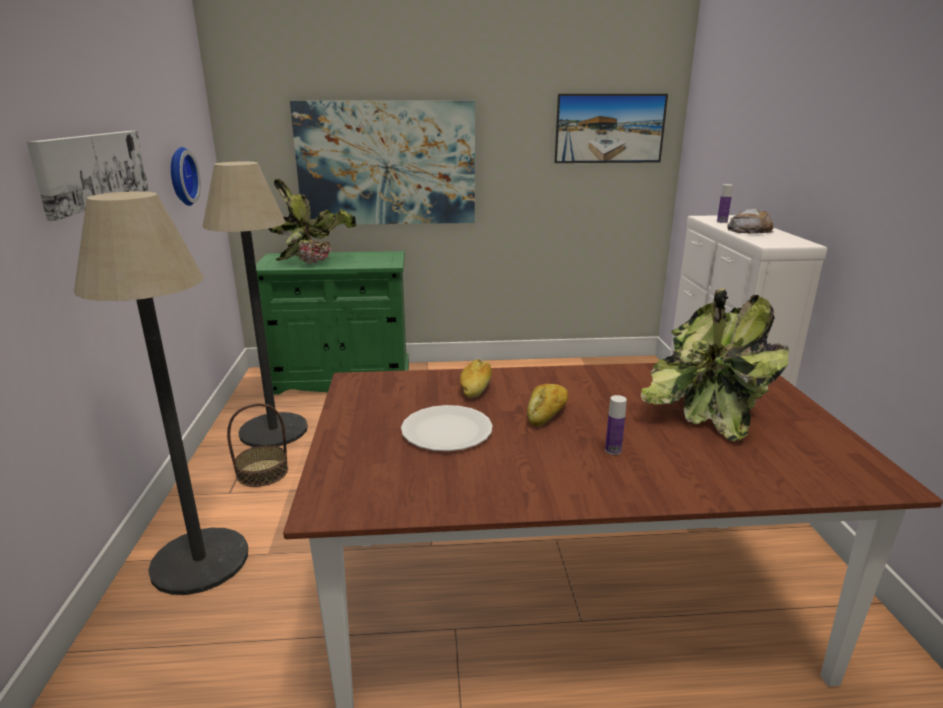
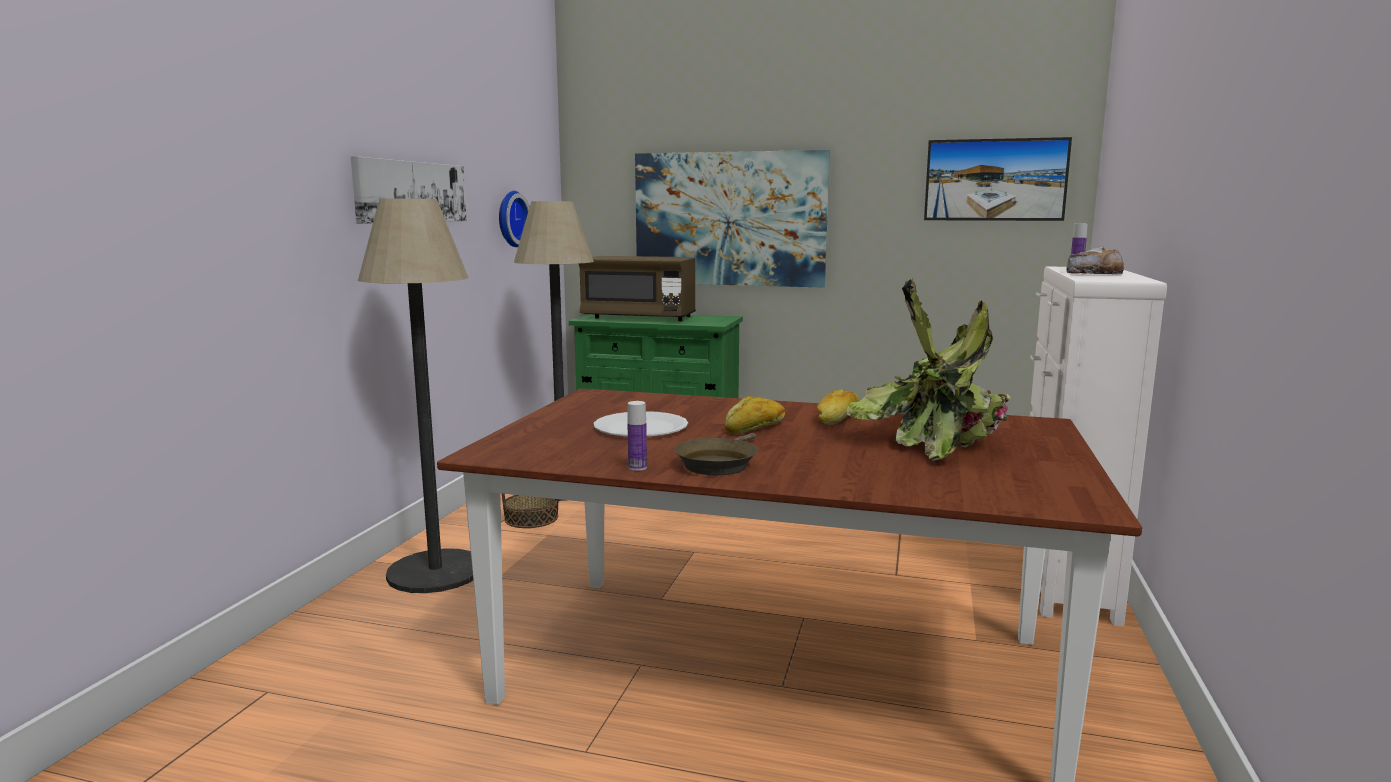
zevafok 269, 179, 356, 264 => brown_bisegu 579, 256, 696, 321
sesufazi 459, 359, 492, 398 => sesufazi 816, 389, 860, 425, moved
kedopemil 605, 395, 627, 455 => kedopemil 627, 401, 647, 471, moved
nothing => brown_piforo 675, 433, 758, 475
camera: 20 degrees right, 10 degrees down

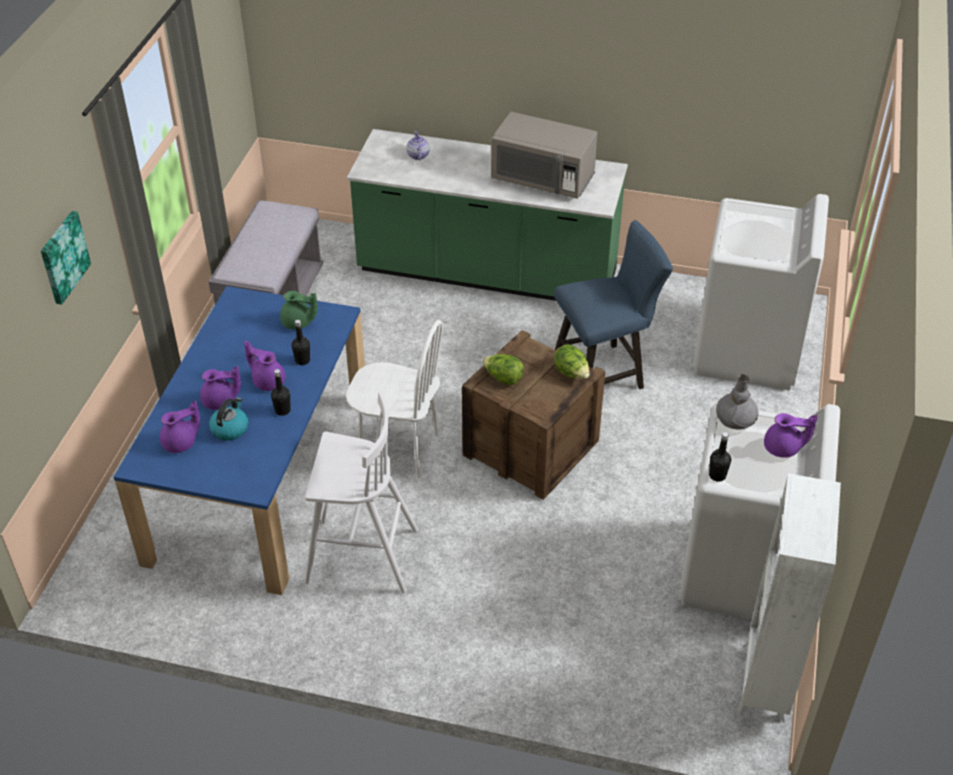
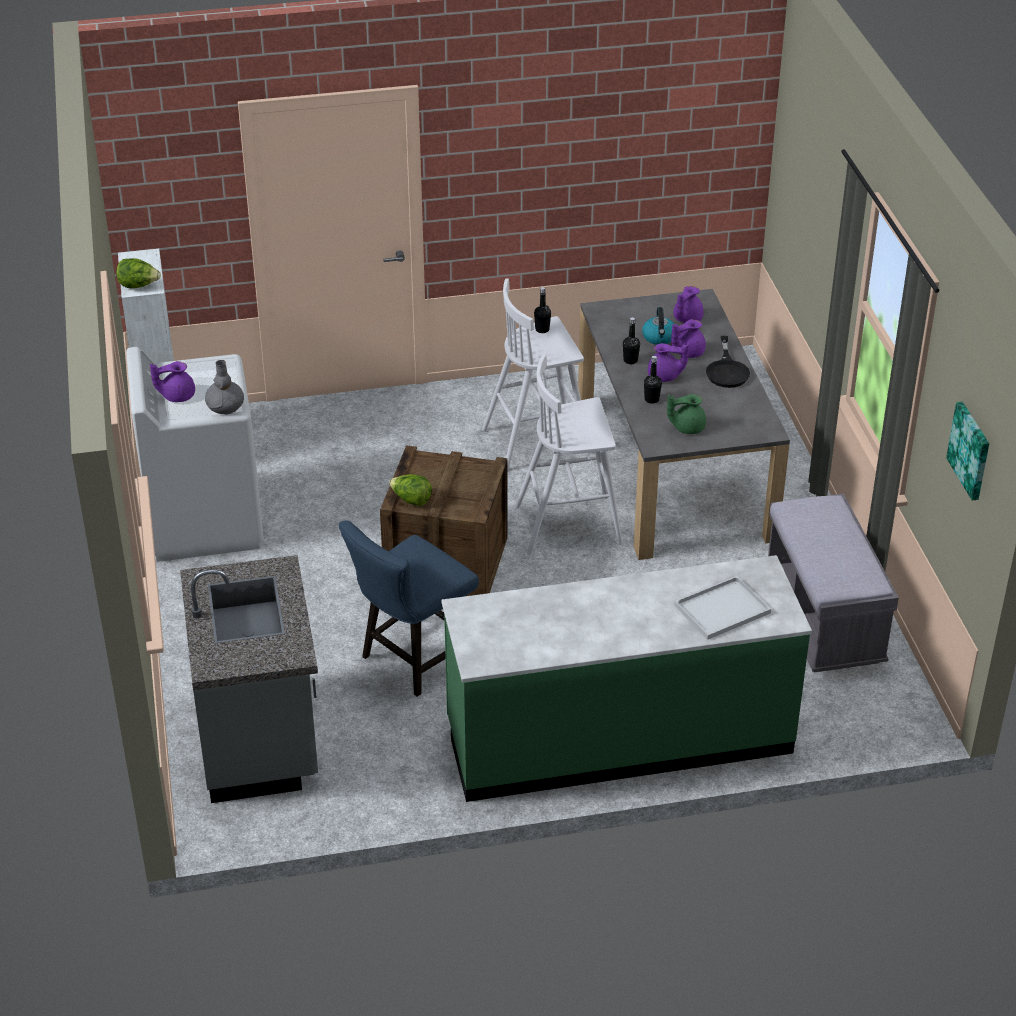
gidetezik 41, 211, 91, 305 => gidetezik 946, 402, 989, 501, moved
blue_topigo 114, 286, 365, 595 => grey_topigo 578, 289, 790, 560
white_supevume 346, 320, 443, 478 => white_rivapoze 515, 354, 623, 555
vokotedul 407, 131, 430, 160 => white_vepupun 674, 576, 771, 640
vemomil 483, 354, 524, 385 => vemomil 116, 258, 161, 288, moved
grey_bisegu 491, 112, 597, 199 => nothing
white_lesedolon 693, 194, 829, 390 => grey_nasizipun 180, 555, 318, 803
black_kedopemil 709, 432, 731, 482 => black_kedopemil 534, 287, 551, 333, moved
nothing => black_piforo 706, 336, 750, 388
camera: 155 degrees right, 5 degrees down

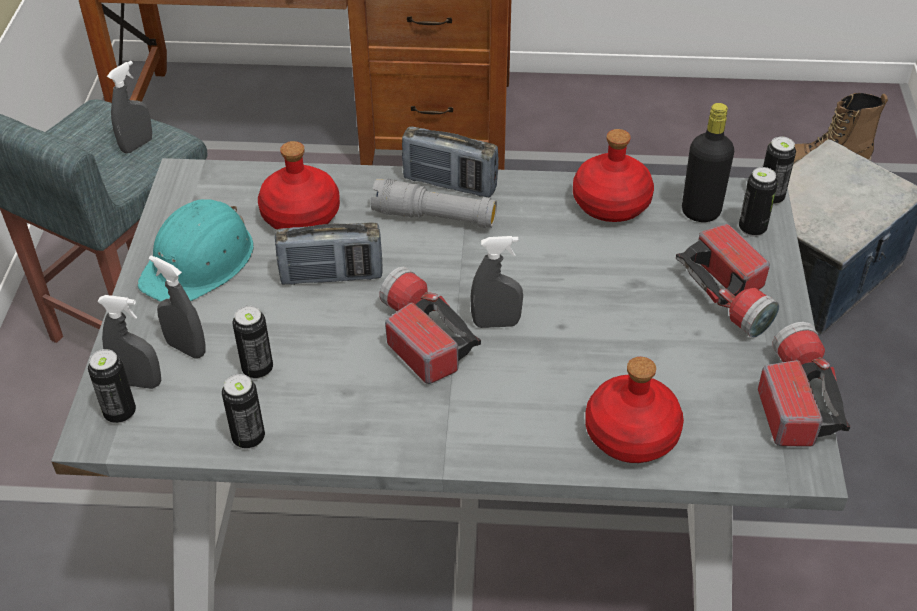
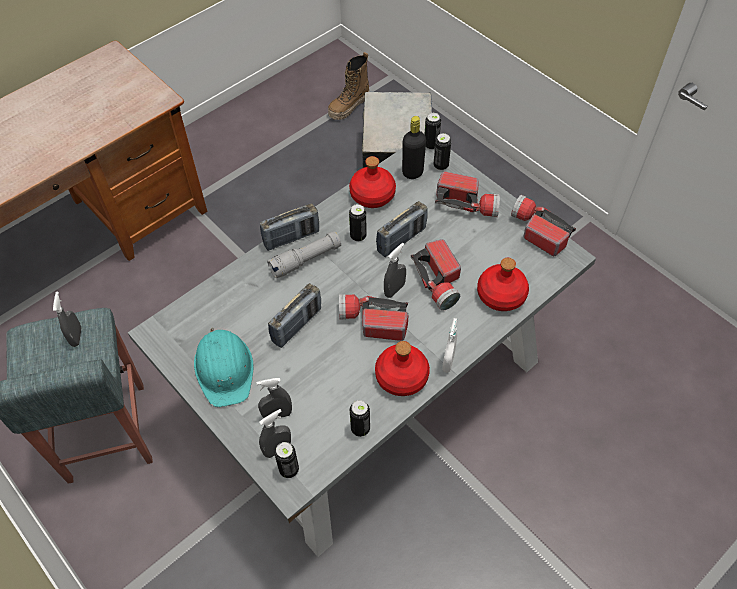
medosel 232, 306, 273, 379 => medosel 349, 204, 367, 242, moved
red_kedopemil 258, 141, 340, 230 => red_kedopemil 375, 341, 430, 396, moved
nothing => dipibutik 376, 201, 428, 257
nothing => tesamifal 411, 239, 461, 311
nothing => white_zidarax 442, 318, 457, 373
camera: 45 degrees left, 10 degrees up

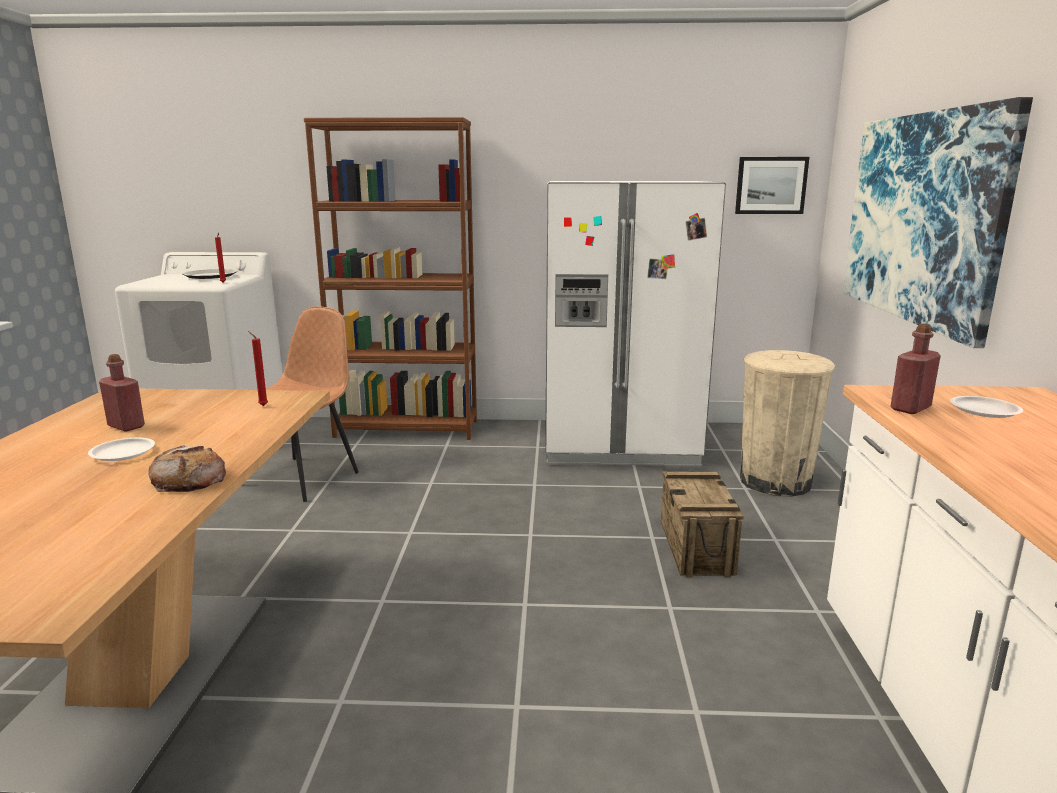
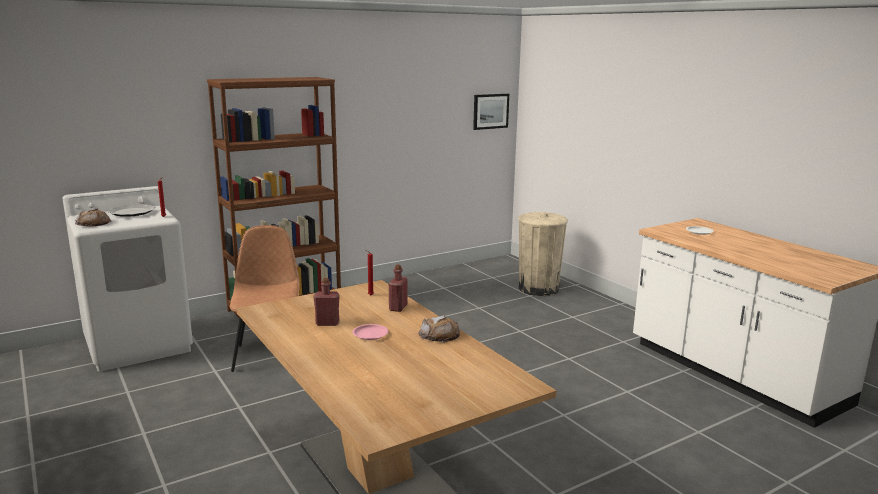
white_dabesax 88, 438, 155, 461 => pink_dabesax 352, 324, 388, 340
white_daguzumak 545, 181, 726, 466 => nothing
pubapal 661, 471, 744, 578 => nothing
gidetezik 842, 97, 1033, 348 => nothing
red_kedopemil 891, 324, 941, 414 => red_kedopemil 389, 265, 408, 312, moved
nothing => sesufazi 75, 209, 111, 227
camera: 35 degrees left, 0 degrees up

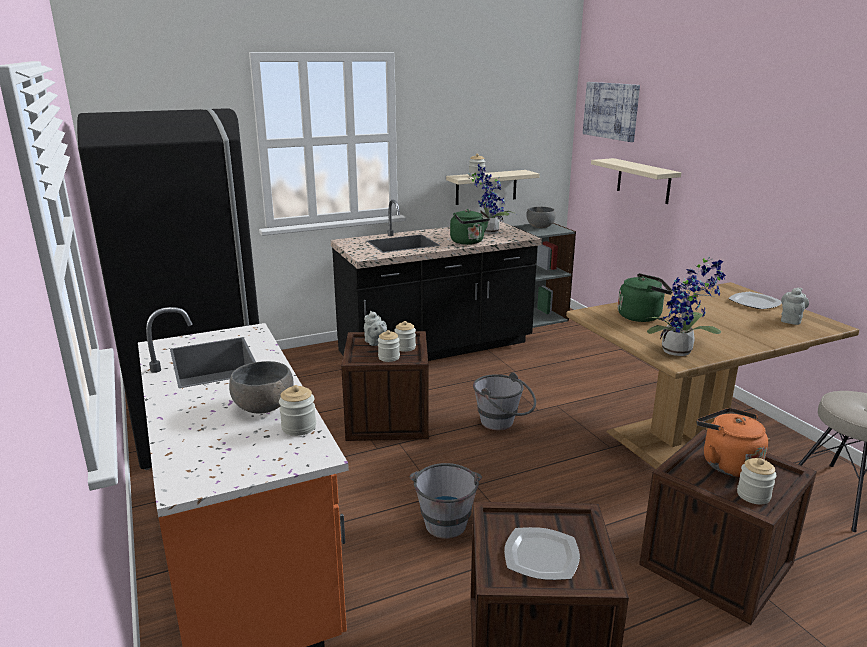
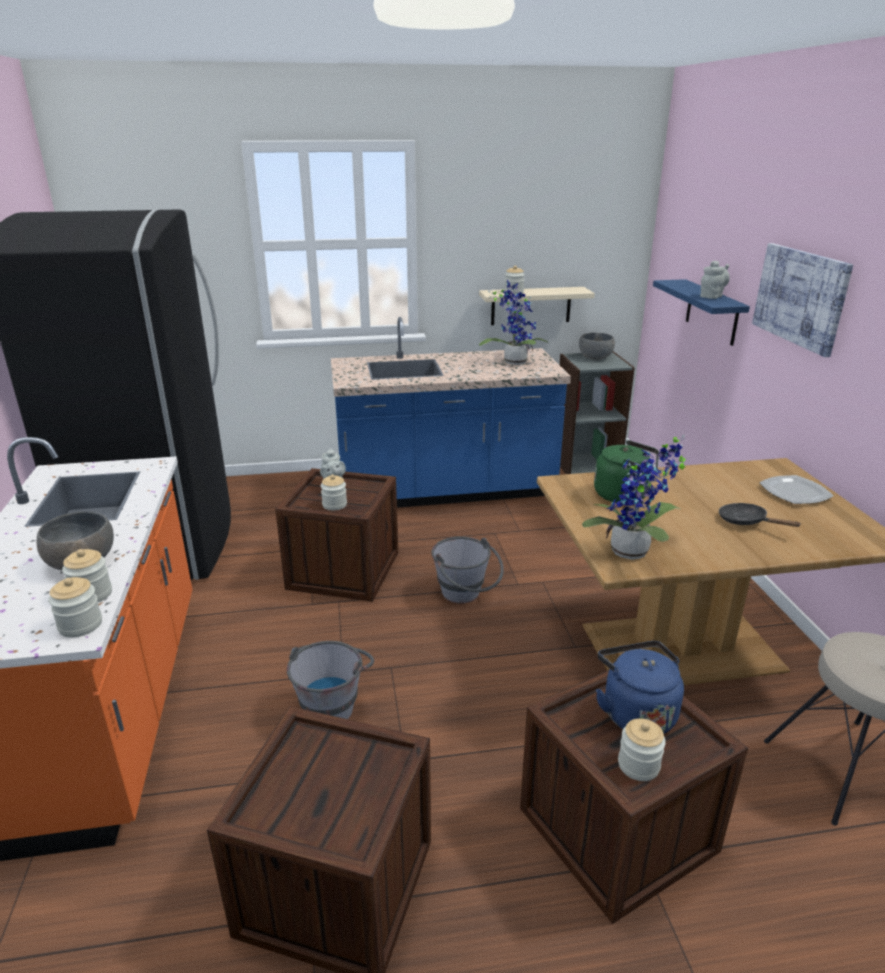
black_nasizipun 331, 200, 542, 361 => blue_nasizipun 331, 317, 571, 508
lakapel 394, 321, 416, 352 => lakapel 48, 577, 102, 637, moved
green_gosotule 450, 209, 490, 245 => nothing
dabesax 504, 527, 580, 580 => nothing
gidetezik 583, 82, 640, 142 => gidetezik 752, 243, 853, 357, moved
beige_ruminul 591, 158, 681, 204 => blue_ruminul 653, 279, 750, 346
orange_gosotule 697, 408, 768, 477 => blue_gosotule 596, 641, 684, 734
grey_vokotedul 781, 287, 809, 325 => grey_vokotedul 700, 260, 730, 299, moved
nothing => black_piforo 719, 503, 800, 527
camera: 15 degrees right, 5 degrees up

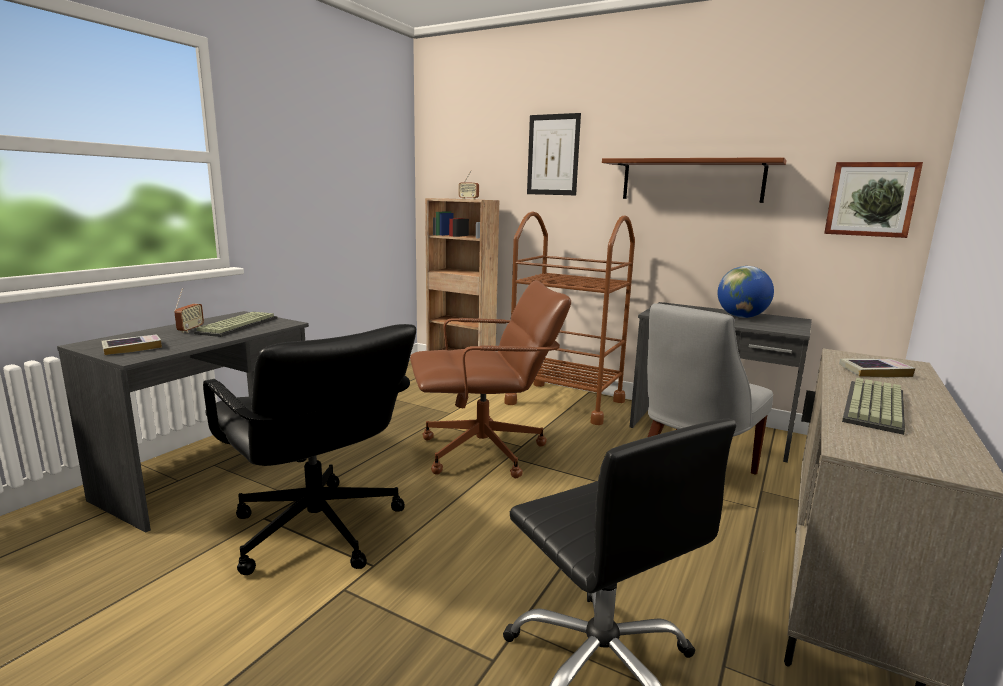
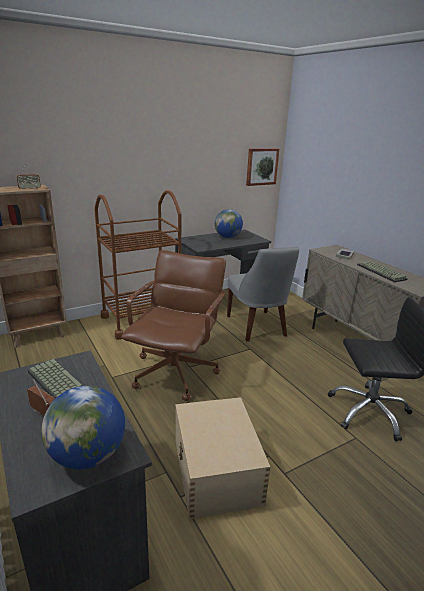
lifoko 101, 334, 162, 355 => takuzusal 41, 385, 125, 470
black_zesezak 203, 324, 416, 575 => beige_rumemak 175, 397, 271, 519
gidetezik 527, 113, 581, 195 => nothing
ruminul 602, 157, 787, 203 => nothing
camera: 60 degrees left, 10 degrees up

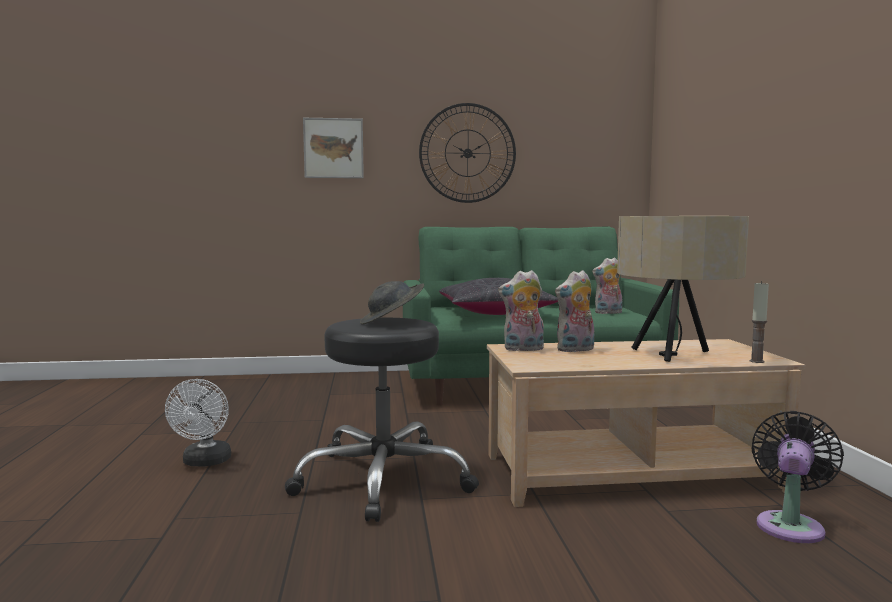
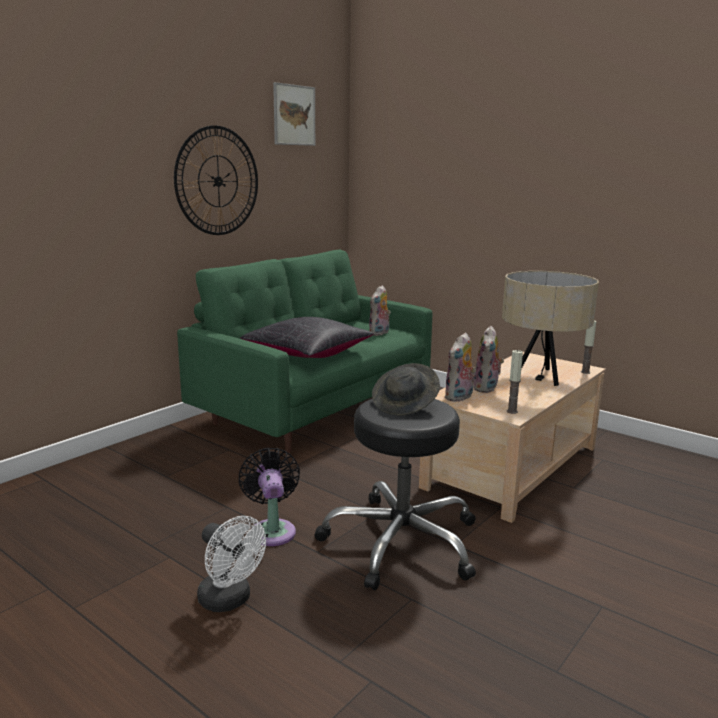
gidetezik 303, 118, 364, 178 => gidetezik 273, 82, 315, 146, moved
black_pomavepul 751, 411, 844, 543 => black_pomavepul 239, 447, 300, 546, moved
nothing => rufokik 507, 350, 523, 414
camera: 45 degrees left, 10 degrees up

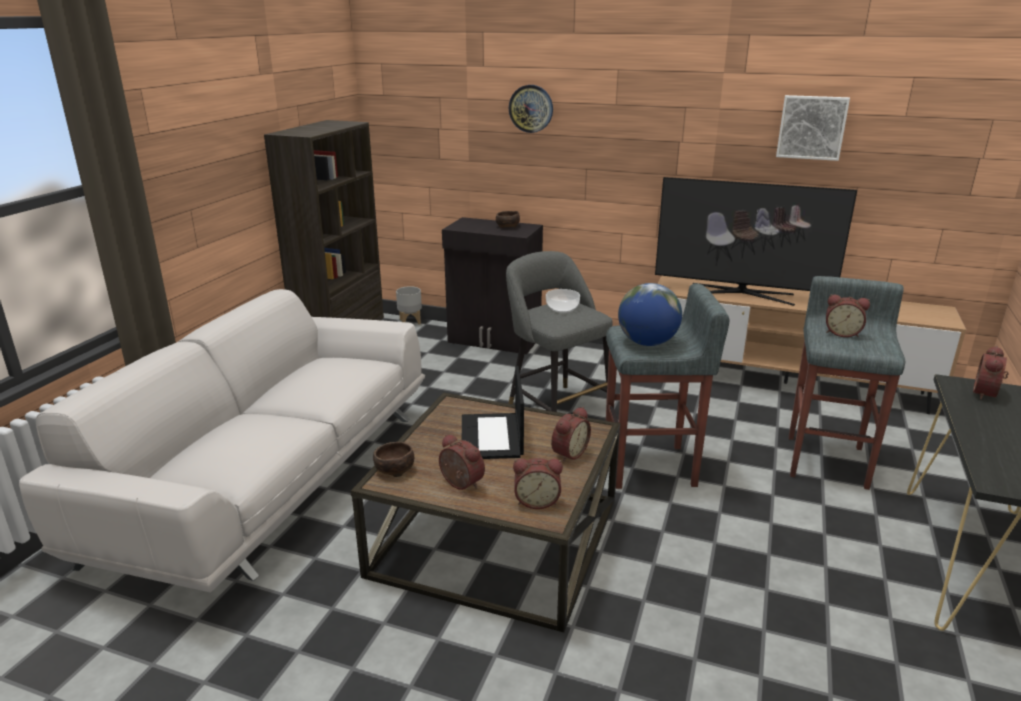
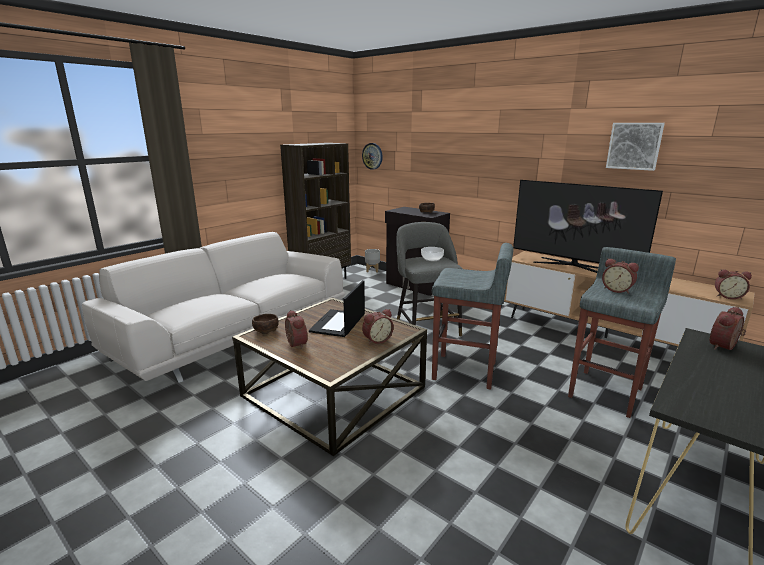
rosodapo 509, 85, 553, 133 => rosodapo 362, 143, 383, 170, moved
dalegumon 513, 458, 563, 509 => dalegumon 715, 269, 752, 299, moved
takuzusal 618, 283, 682, 346 => nothing
camera: 20 degrees right, 5 degrees down

